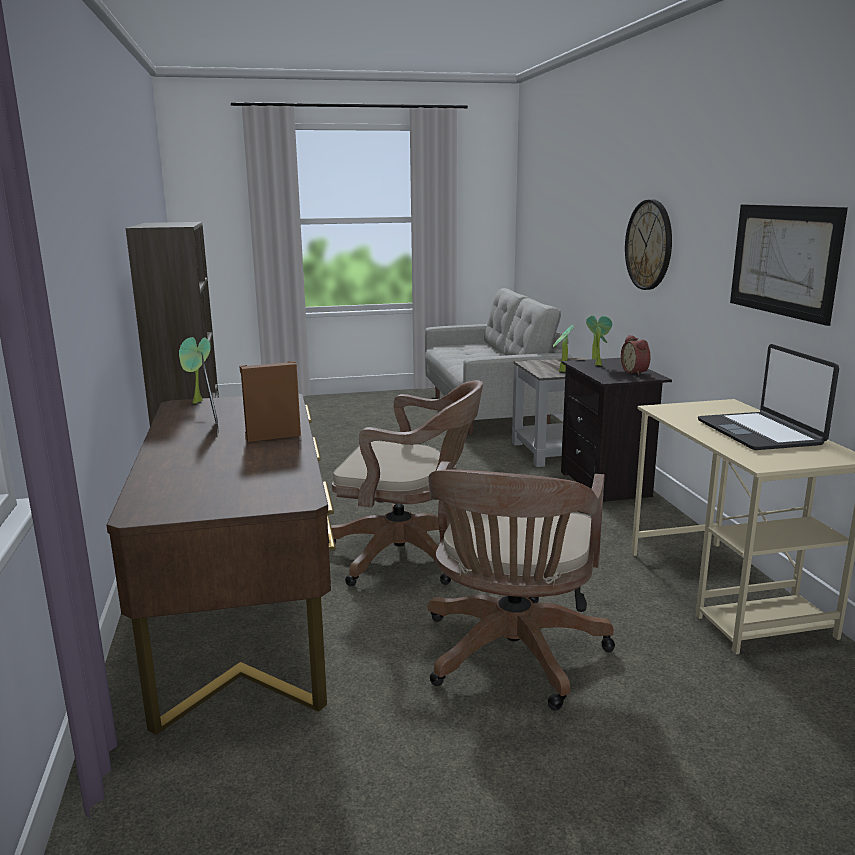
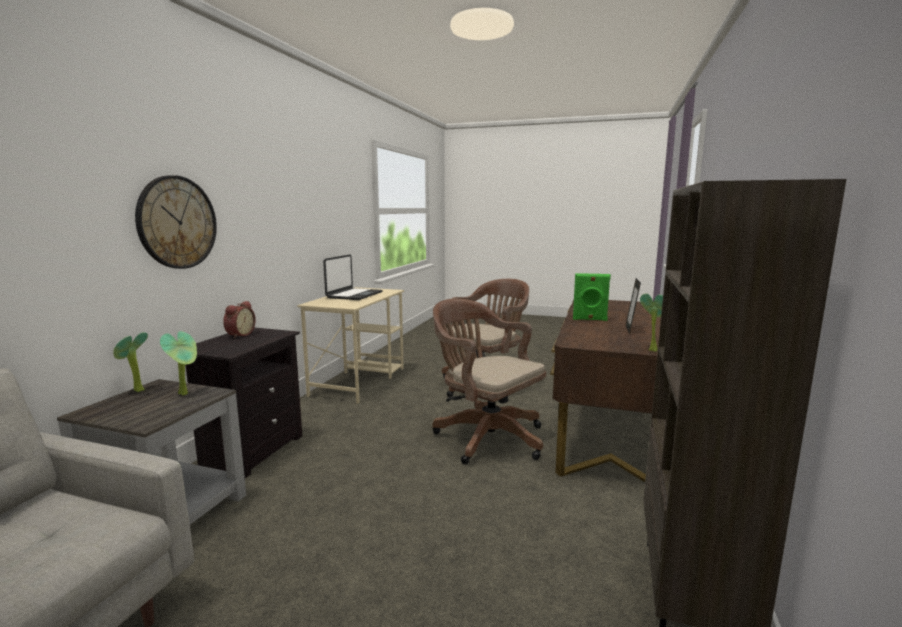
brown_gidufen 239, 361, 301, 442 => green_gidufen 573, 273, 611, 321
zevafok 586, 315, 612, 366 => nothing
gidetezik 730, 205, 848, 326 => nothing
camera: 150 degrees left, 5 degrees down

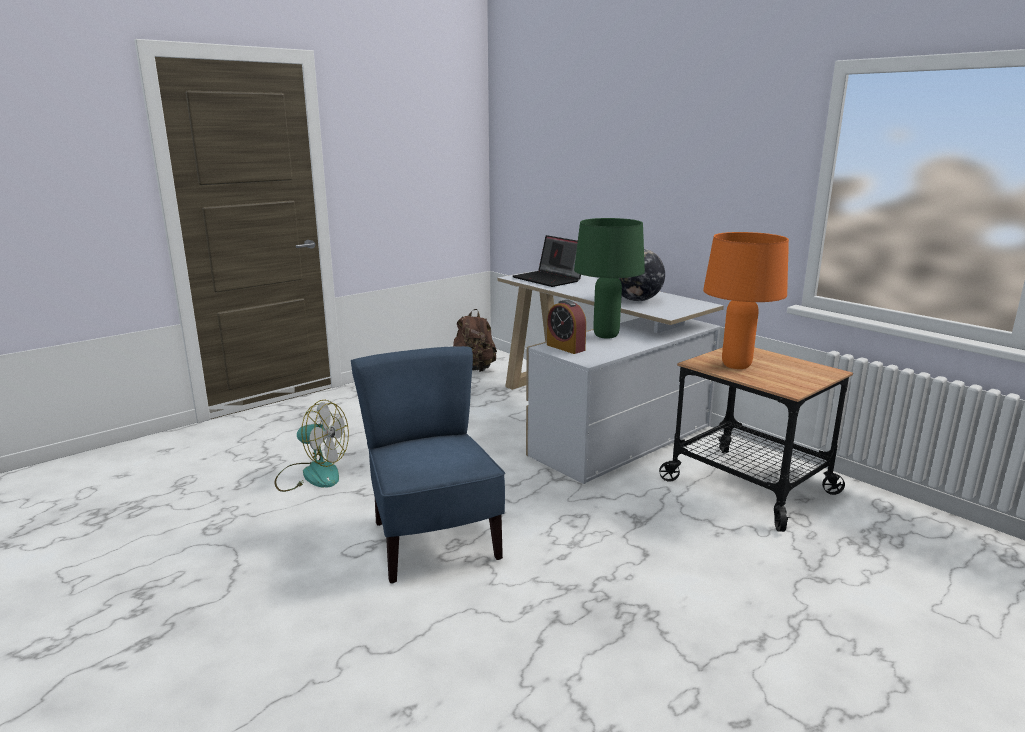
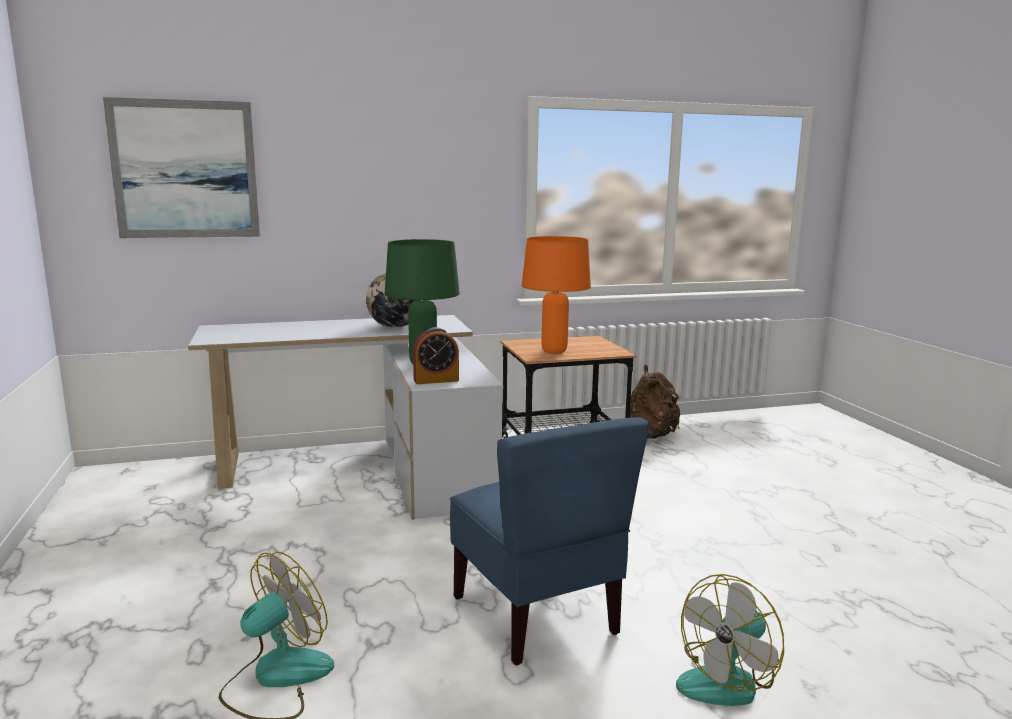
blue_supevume 351, 346, 505, 583 => blue_supevume 450, 417, 649, 665, 120 degrees counterclockwise
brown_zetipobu 453, 309, 497, 372 => brown_zetipobu 630, 365, 681, 439, moved
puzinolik 513, 235, 581, 287 => nothing
nothing => gidetezik 103, 97, 260, 238
nothing => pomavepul 676, 574, 784, 706
camera: 65 degrees left, 5 degrees down

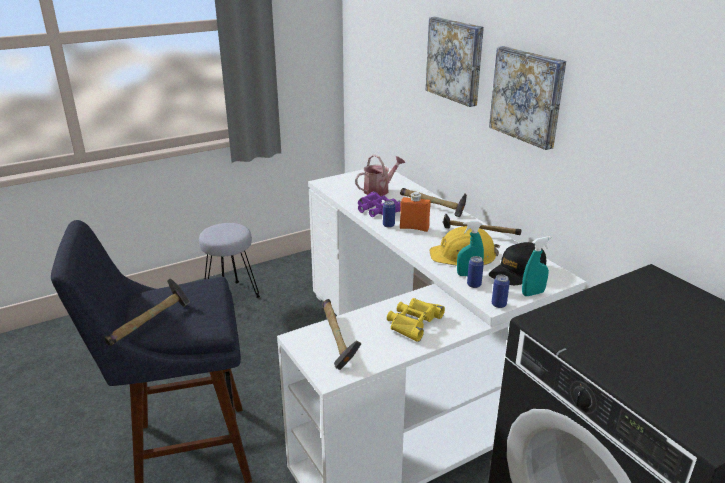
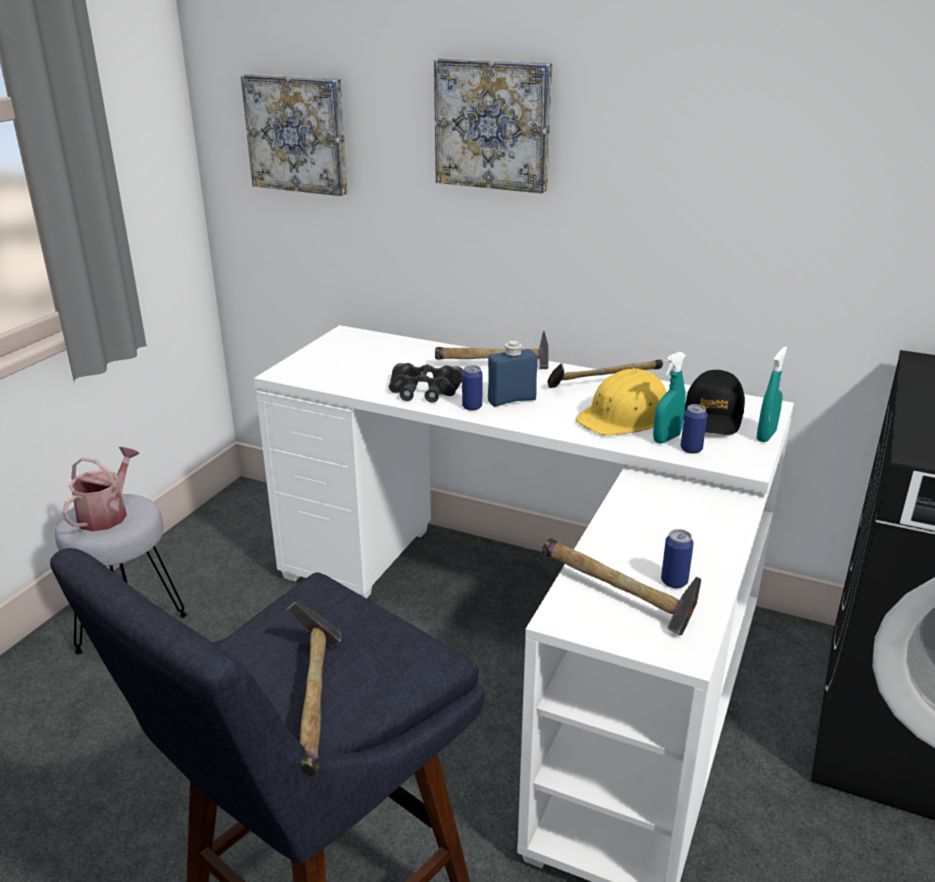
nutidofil 355, 154, 405, 196 => nutidofil 62, 447, 140, 532, moved
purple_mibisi 358, 191, 401, 217 => black_mibisi 389, 363, 464, 402
yellow_mibisi 387, 298, 445, 342 => nothing
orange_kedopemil 400, 192, 431, 232 => blue_kedopemil 488, 341, 538, 407
gidetezik 489, 46, 566, 150 => gidetezik 241, 74, 348, 196, moved
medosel 492, 275, 510, 308 => medosel 661, 529, 694, 588, moved
camera: 35 degrees left, 0 degrees up

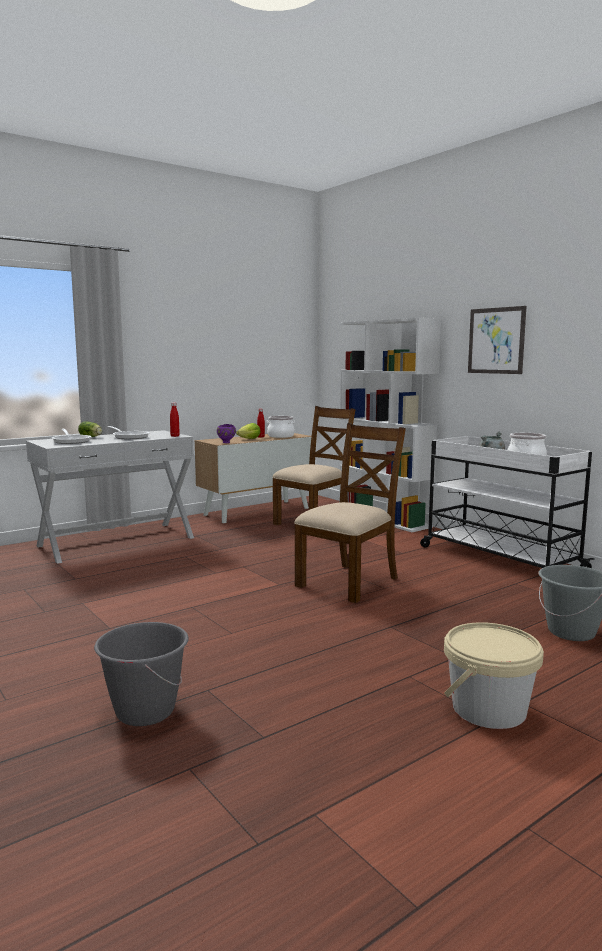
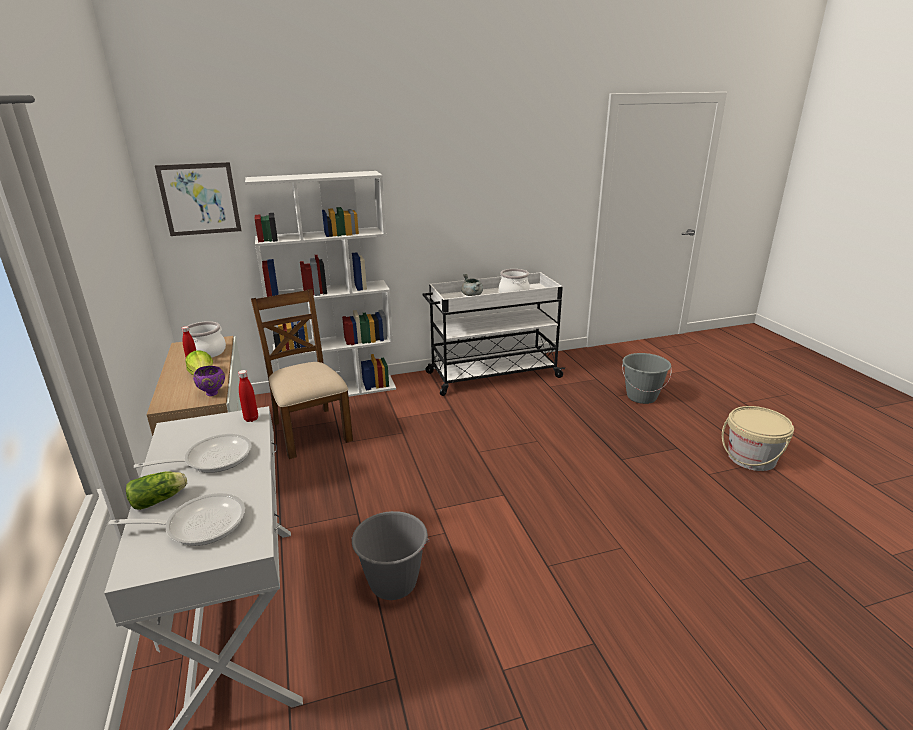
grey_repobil 94, 622, 189, 726 => grey_repobil 351, 511, 430, 600, moved
brown_supevume 294, 423, 406, 603 => nothing
gidetezik 468, 306, 526, 374 => gidetezik 155, 162, 241, 236, moved
camera: 70 degrees left, 15 degrees up

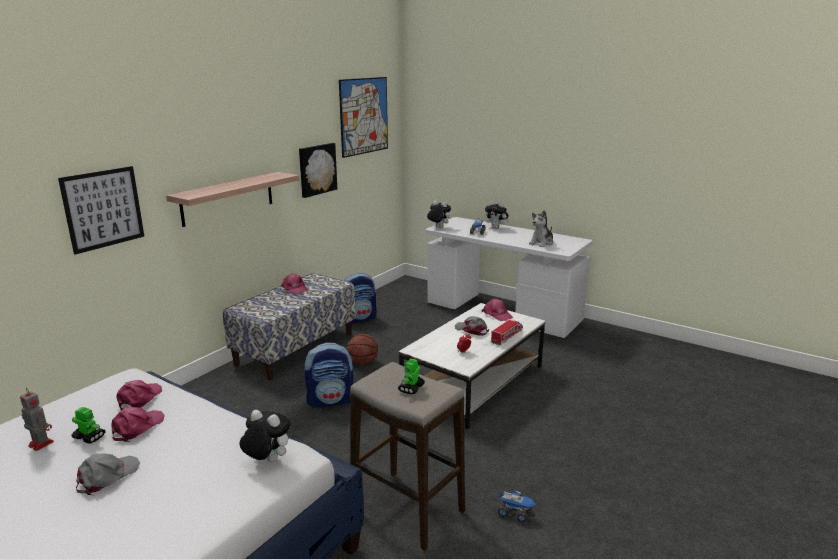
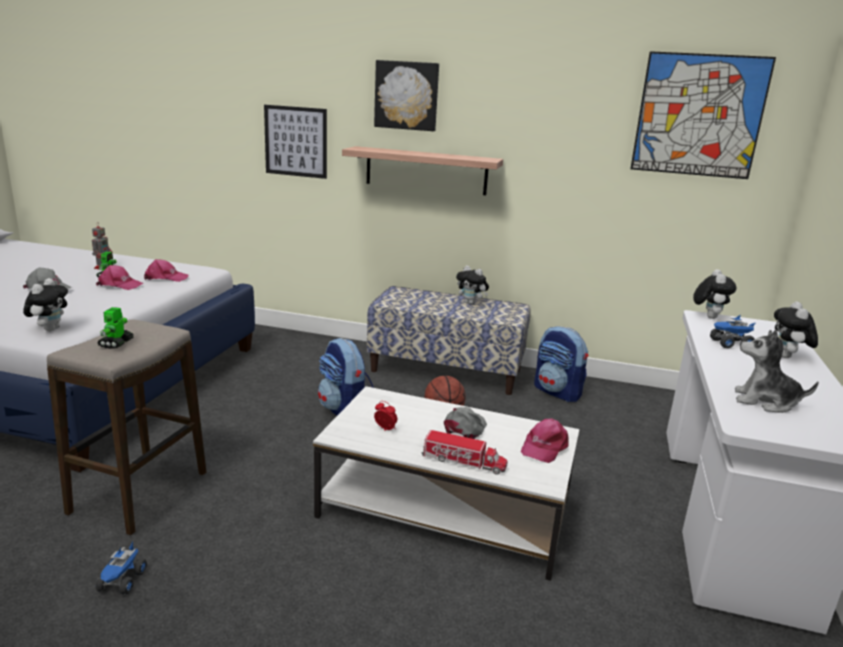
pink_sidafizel 281, 273, 308, 294 => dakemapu 456, 266, 489, 305
gidetezik 299, 143, 337, 198 => gidetezik 374, 60, 439, 131, moved
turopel 398, 358, 425, 394 => turopel 97, 307, 134, 349, 90 degrees counterclockwise
camera: 70 degrees right, 0 degrees up

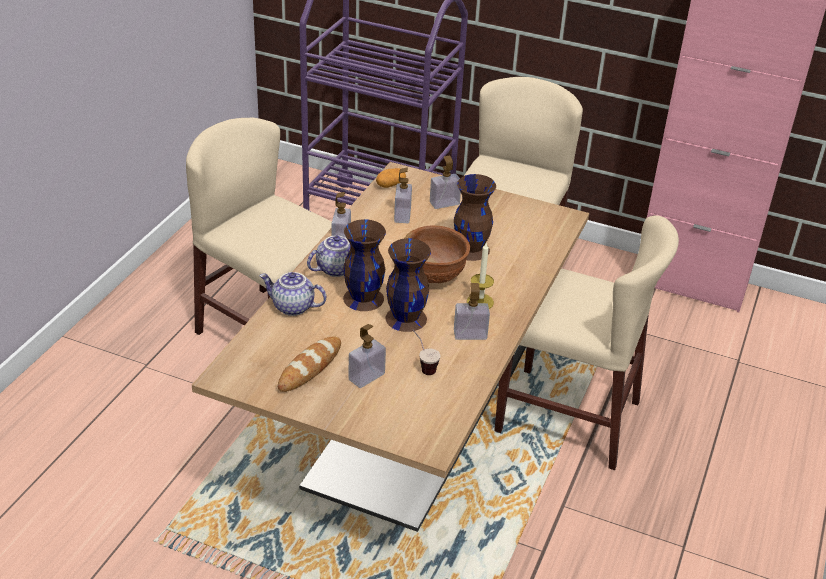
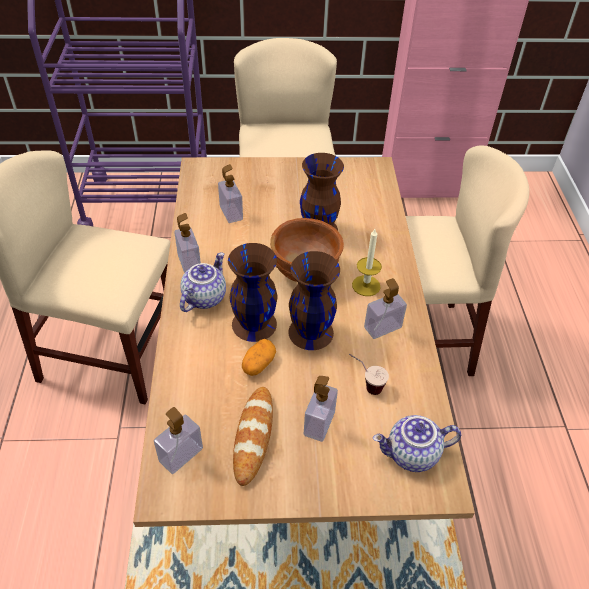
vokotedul 259, 272, 326, 316 => vokotedul 373, 415, 461, 472, moved
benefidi 376, 168, 406, 188 => benefidi 242, 339, 276, 376, moved
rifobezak 430, 156, 461, 209 => rifobezak 154, 407, 203, 474, moved
camera: 25 degrees left, 10 degrees up

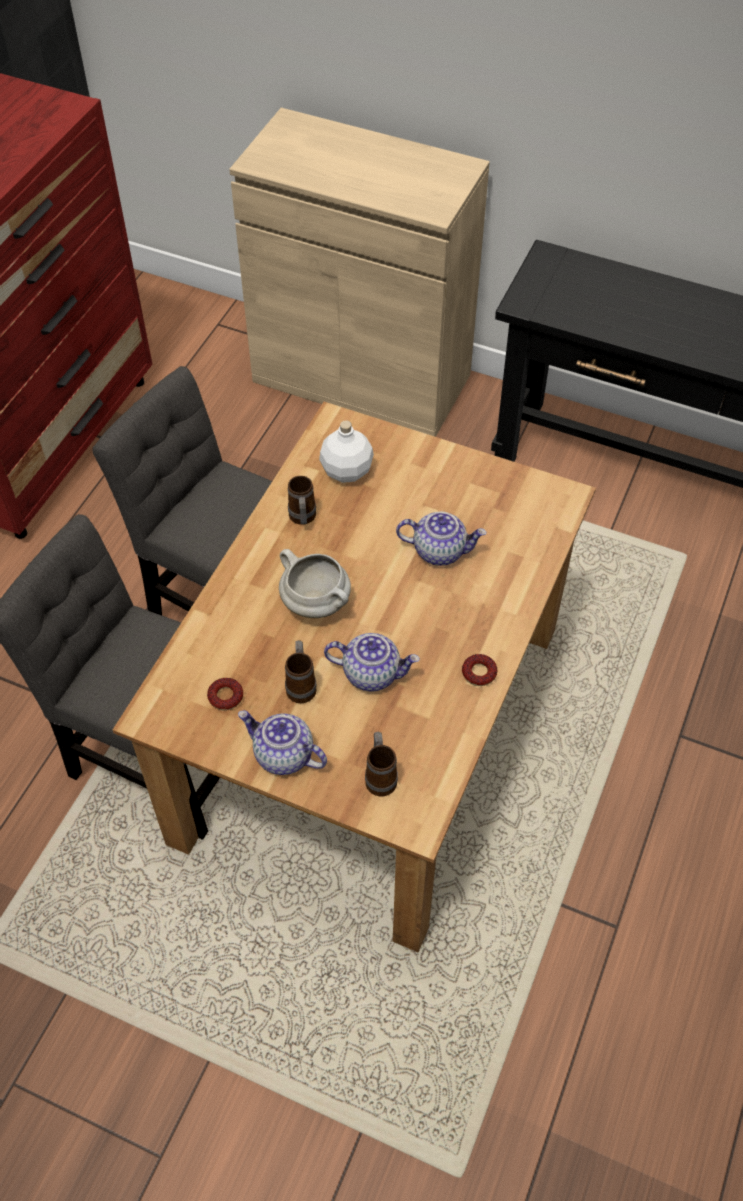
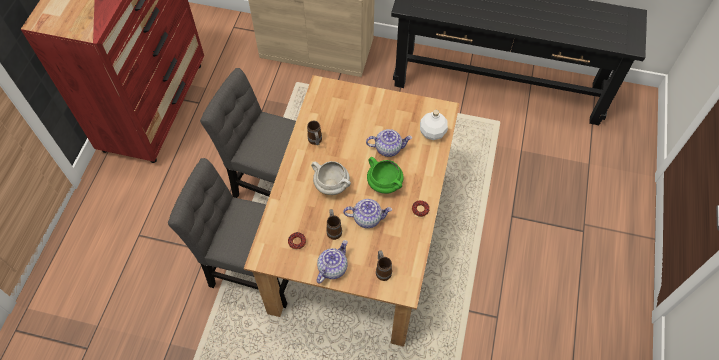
vokotedul 238, 710, 327, 775 => vokotedul 316, 240, 348, 284, 105 degrees clockwise
white_kedopemil 319, 421, 374, 483 => white_kedopemil 420, 110, 448, 140, moved
nothing => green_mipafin 367, 157, 404, 194
camera: 10 degrees left, 5 degrees up

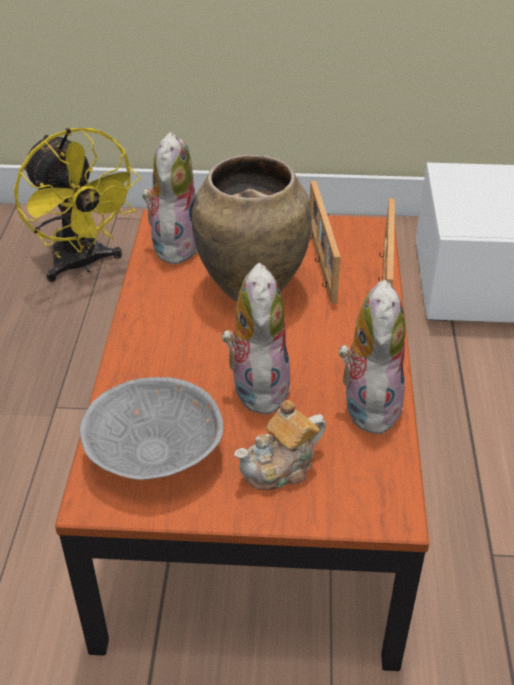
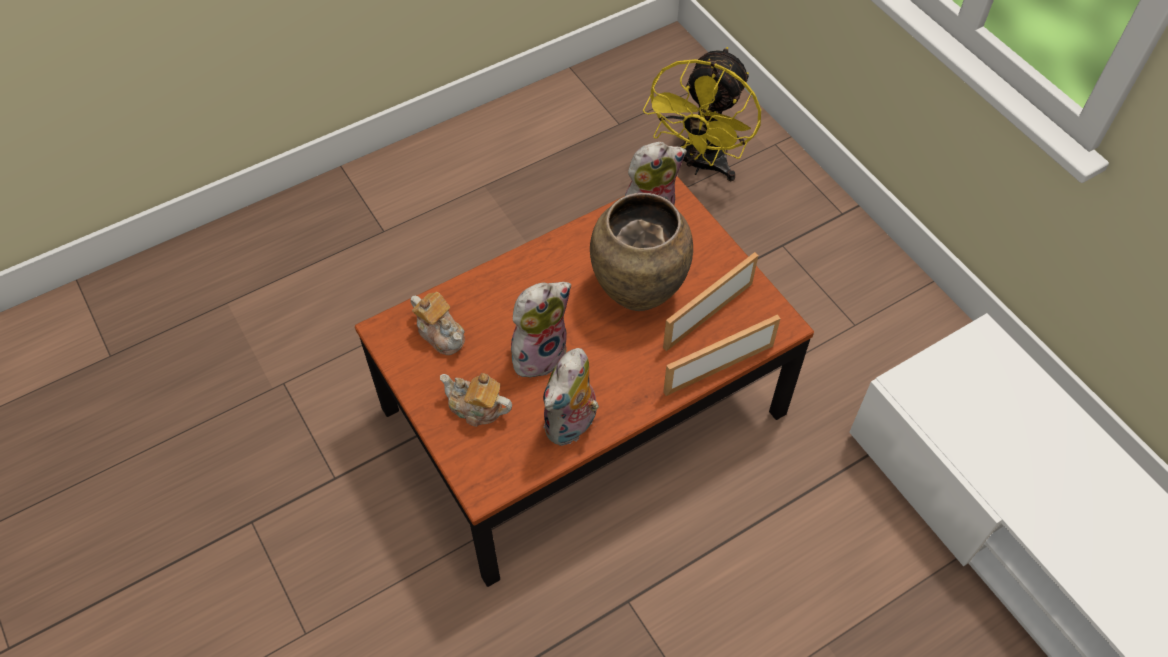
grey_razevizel 79, 377, 223, 480 => vokotedul 410, 292, 465, 355
dakemapu 339, 280, 405, 434 => dakemapu 543, 348, 599, 446, 150 degrees clockwise
camera: 55 degrees right, 15 degrees up

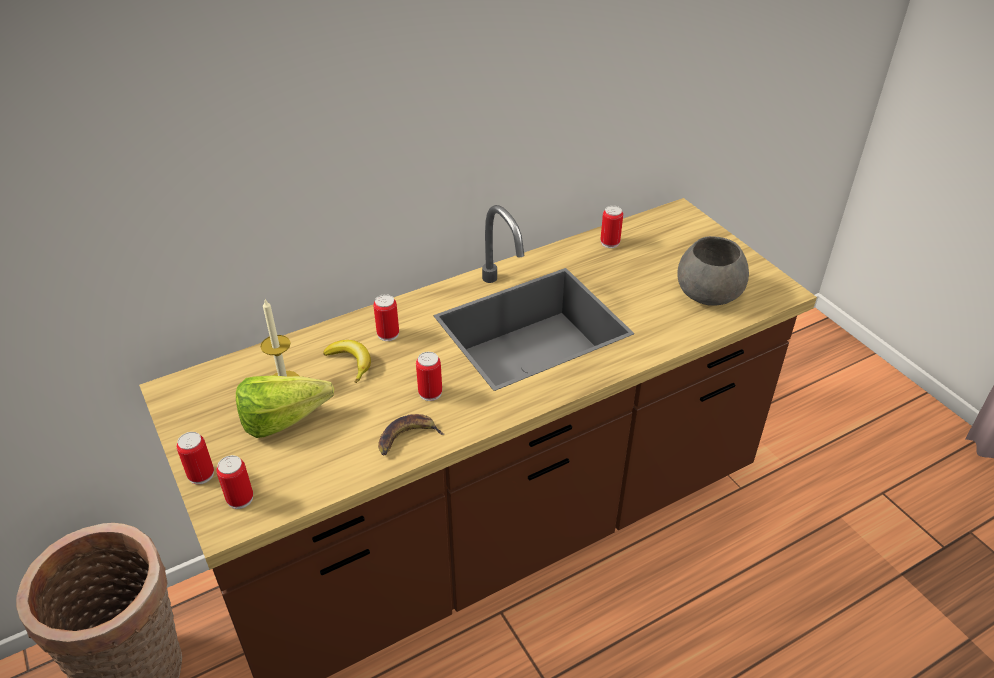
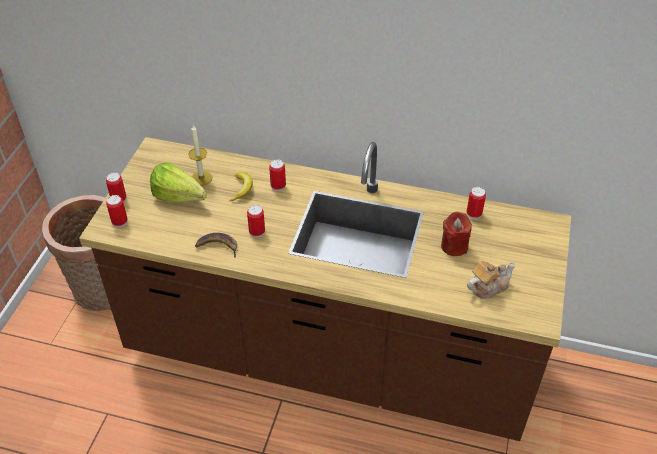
grey_razevizel 677, 236, 749, 306 => vokotedul 467, 260, 516, 299
nothing => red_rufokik 441, 212, 472, 256
camera: 45 degrees right, 5 degrees up

